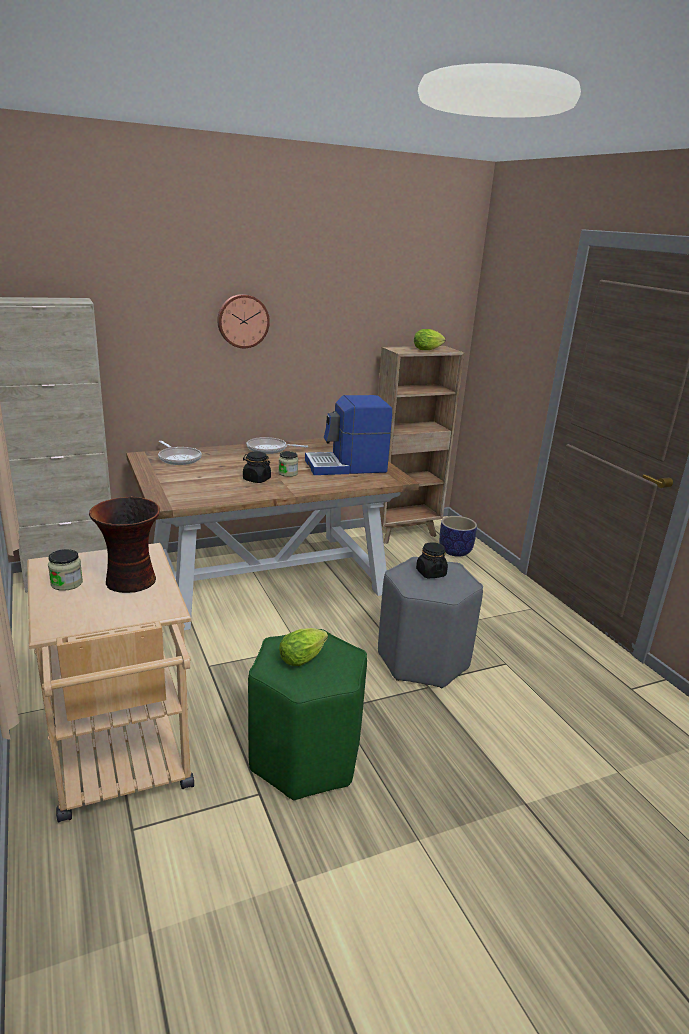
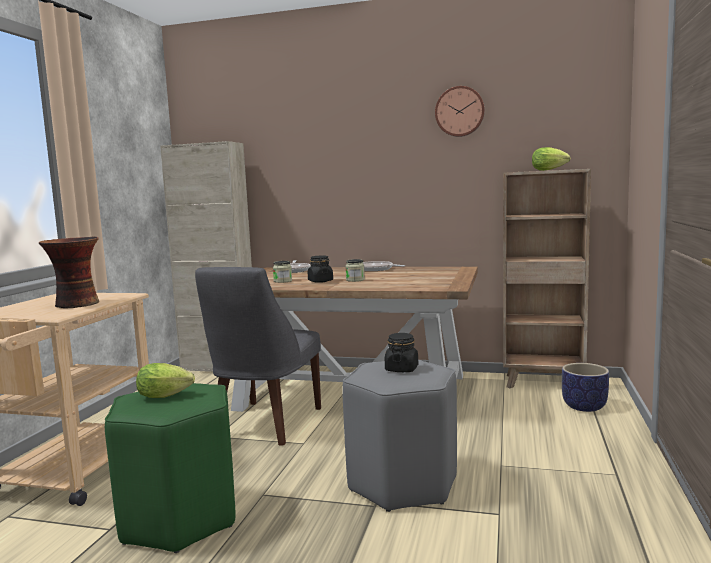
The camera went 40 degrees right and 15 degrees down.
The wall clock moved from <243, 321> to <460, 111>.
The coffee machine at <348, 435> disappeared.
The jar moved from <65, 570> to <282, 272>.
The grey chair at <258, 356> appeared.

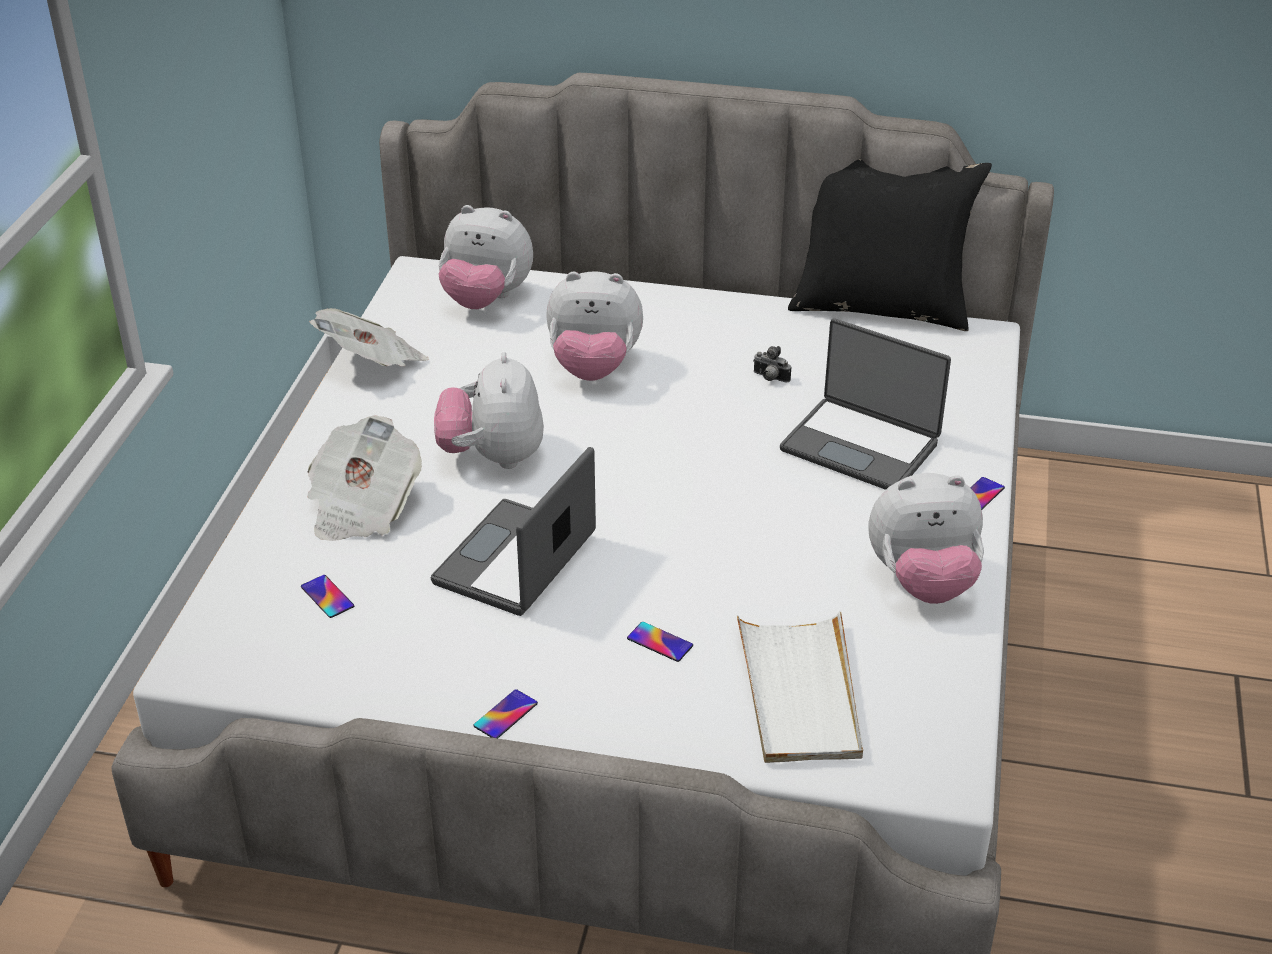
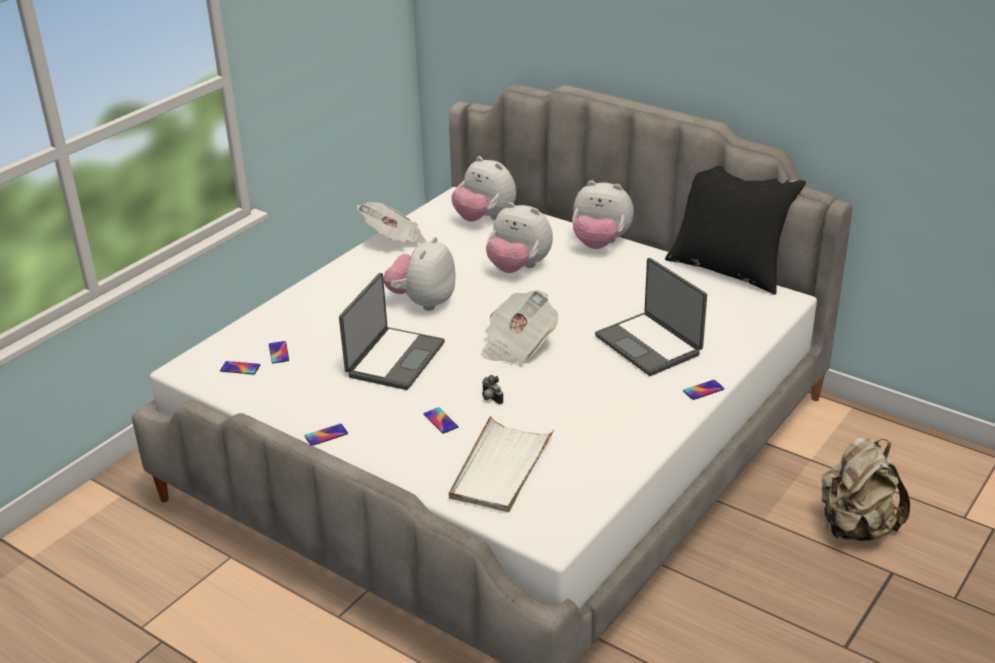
The camera went 25 degrees right and 5 degrees down.
The photo camera moved from <772, 364> to <492, 389>.
The newspaper moved from <364, 478> to <519, 326>.
The laptop at <513, 531> turned 150 degrees clockwise.
The plush toy moved from <926, 538> to <603, 214>.
The phone at <240, 367> appeared.
The beige backpack at <866, 489> appeared.

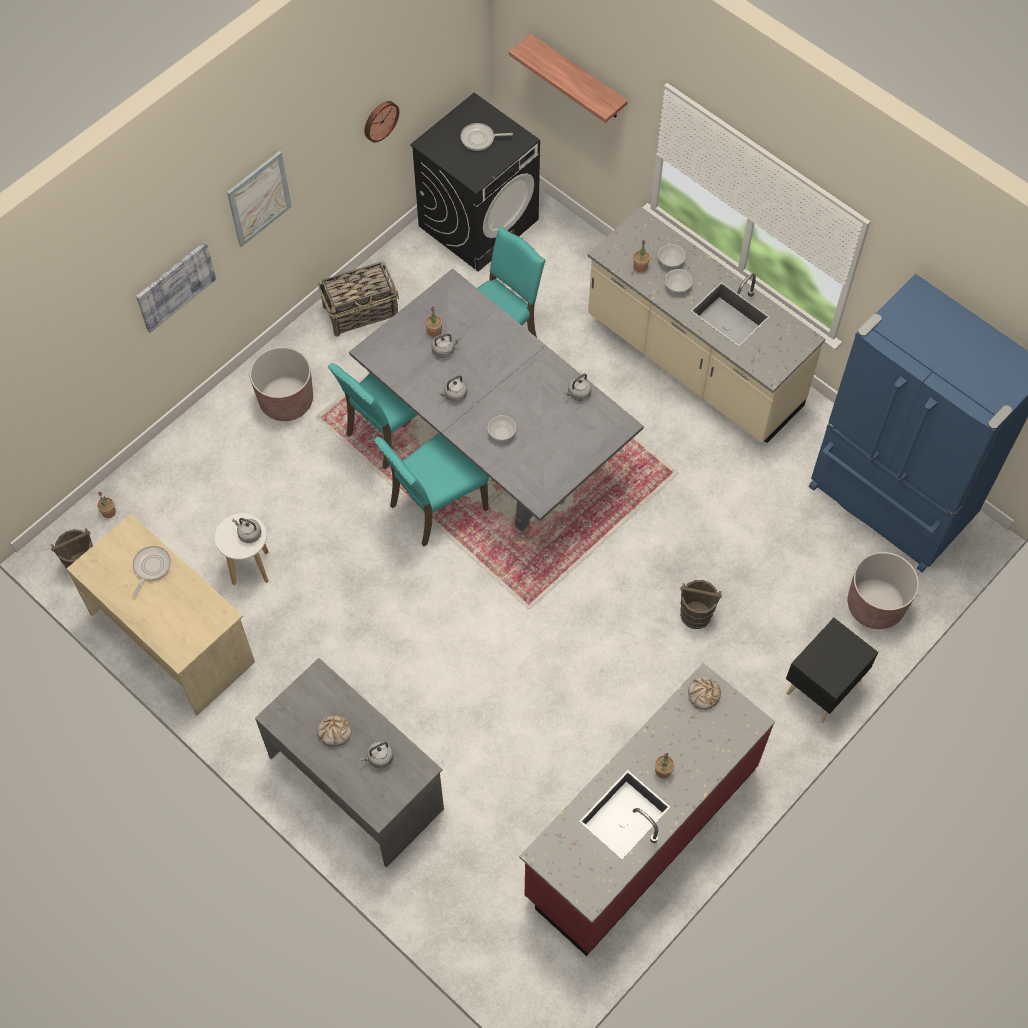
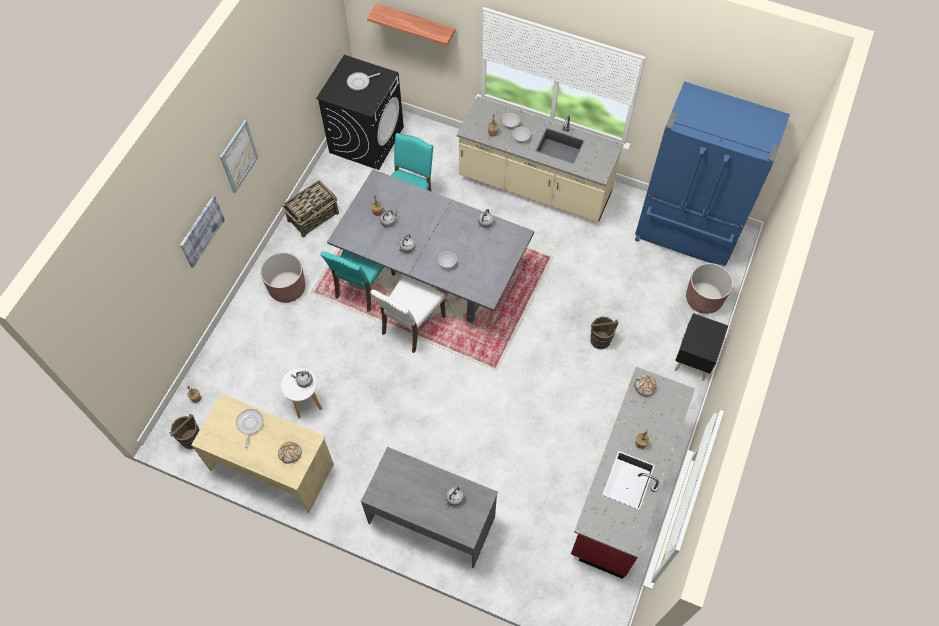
The camera went 20 degrees left and 0 degrees up.
The wall clock at <381, 121> disappeared.
The turquoise chair at <431, 489> became the white chair at <408, 314>.
The bread moved from <334, 731> to <290, 453>.

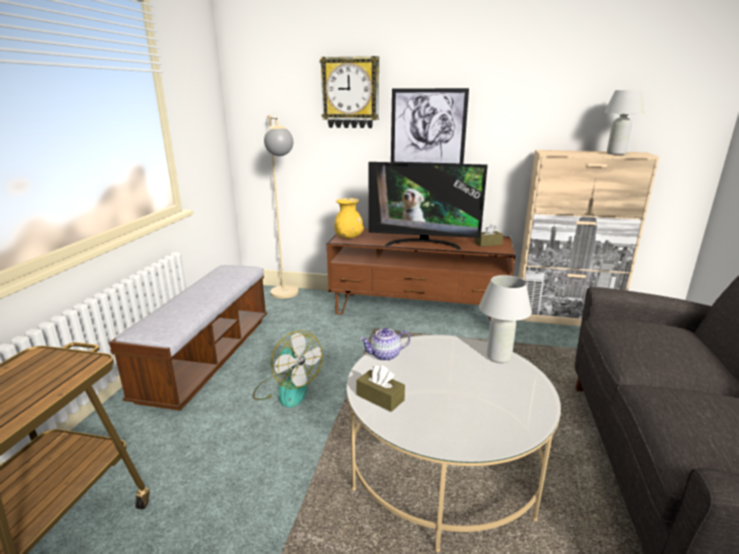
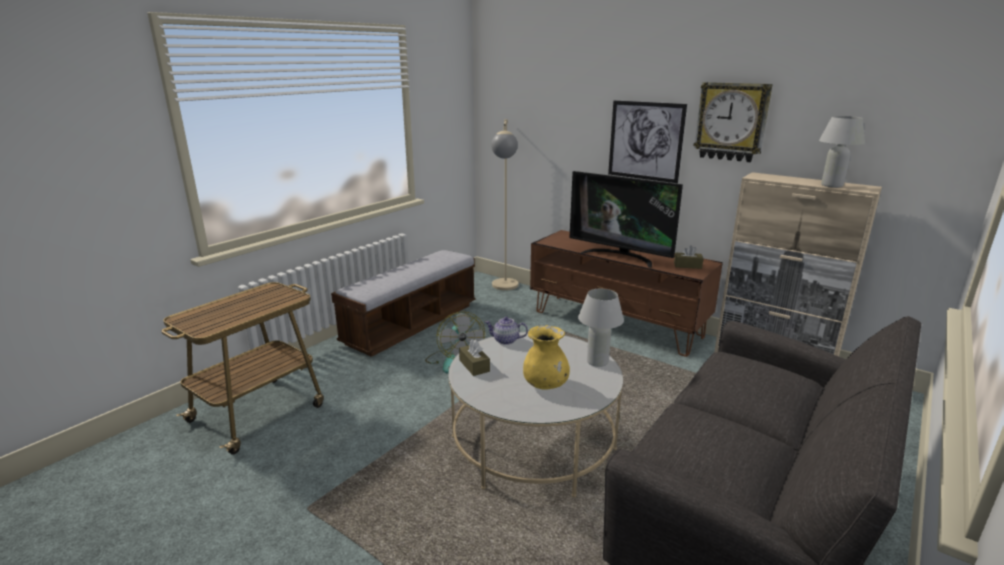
The camera went 25 degrees right and 0 degrees up.
The wall clock moved from <349, 92> to <733, 122>.
The yellow vase moved from <349, 218> to <546, 357>.

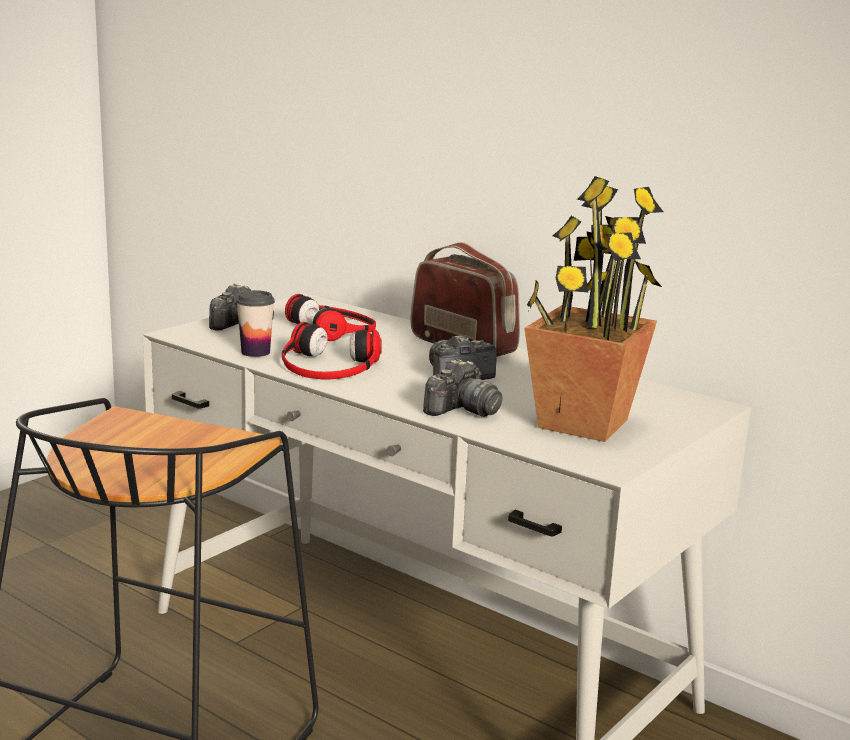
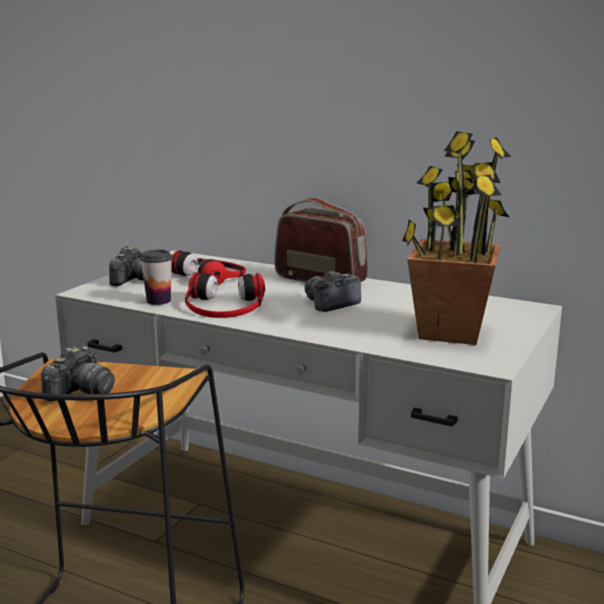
The camera went 10 degrees left and 0 degrees up.
The photo camera moved from <462, 388> to <78, 373>.

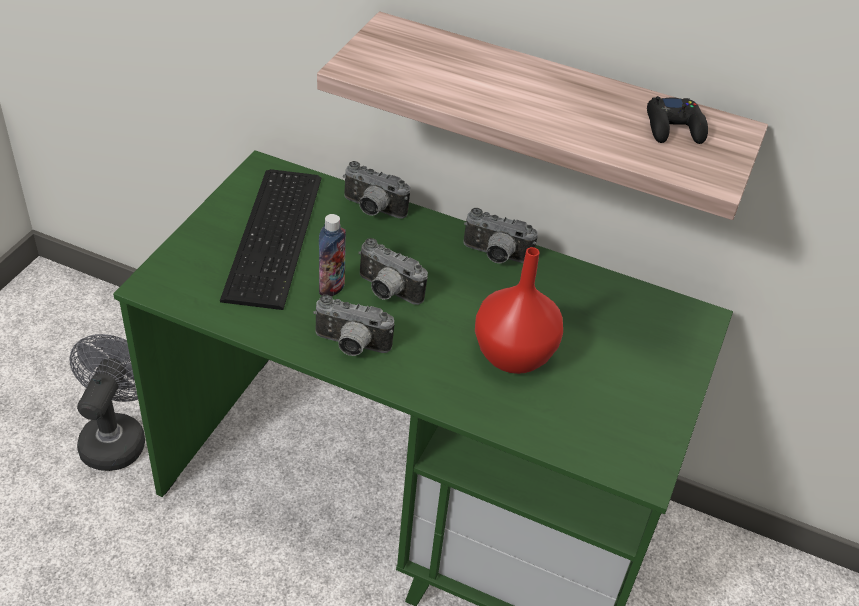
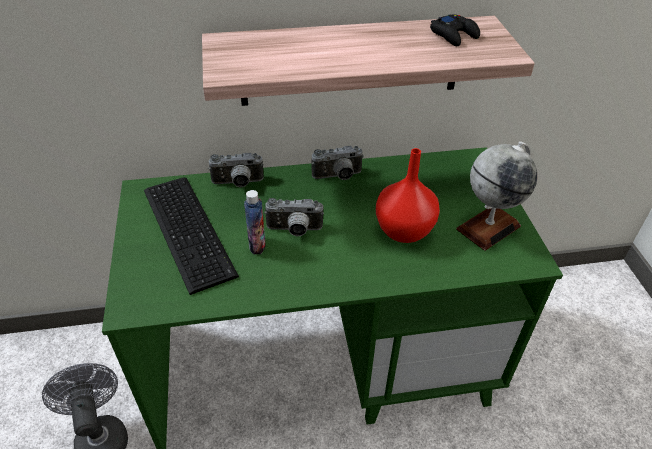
The camera went 30 degrees left and 0 degrees up.
The photo camera at <354, 325> disappeared.
The globe at <496, 196> appeared.

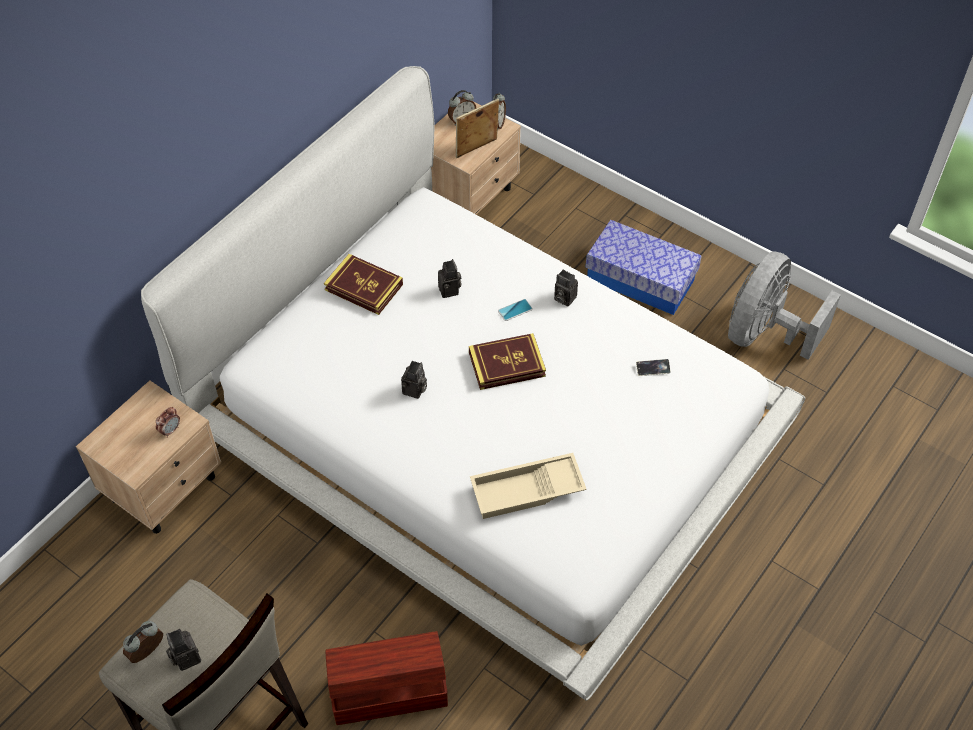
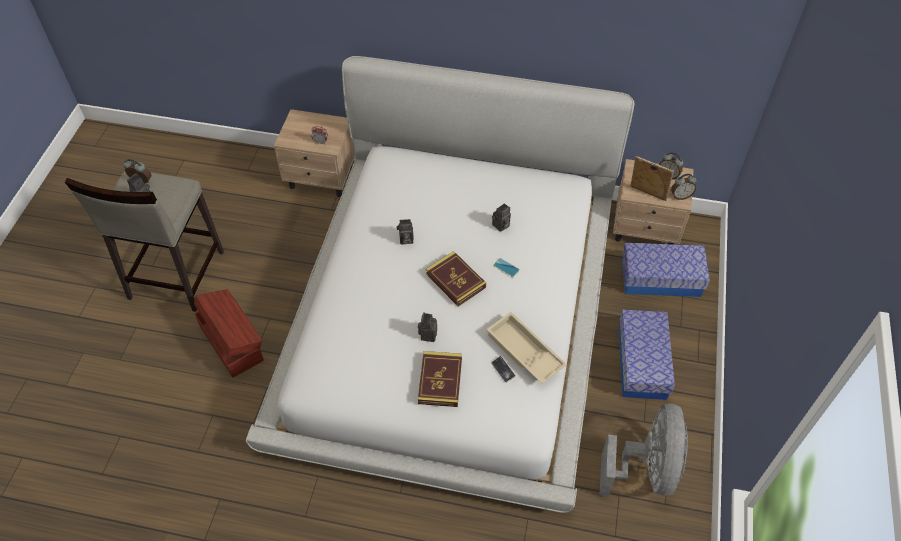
The camera went 65 degrees right and 0 degrees up.
The grey fan at <784, 305> turned 90 degrees clockwise.
The book moved from <363, 284> to <440, 379>.
The photo camera moved from <566, 288> to <427, 327>.
The beige tray moved from <528, 486> to <526, 348>.
The storage box at <666, 270> appeared.

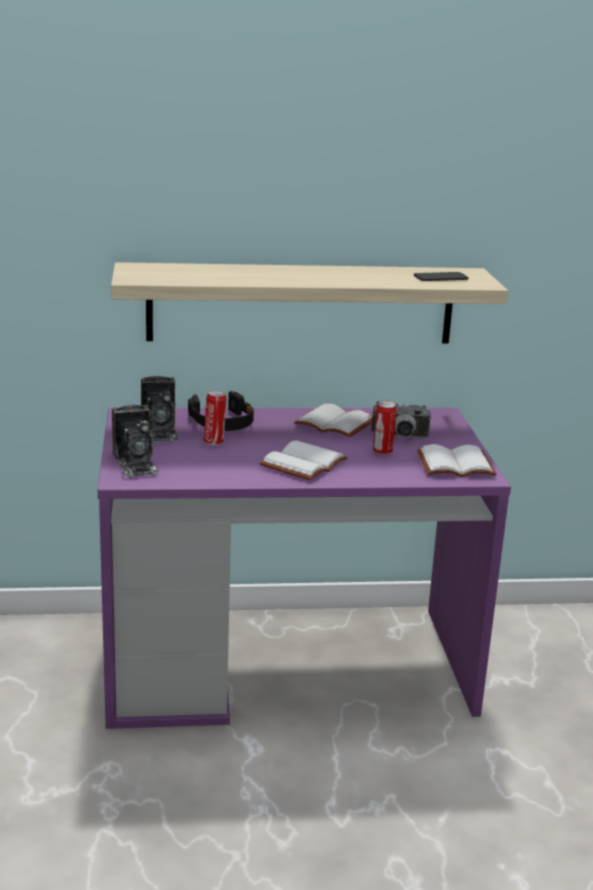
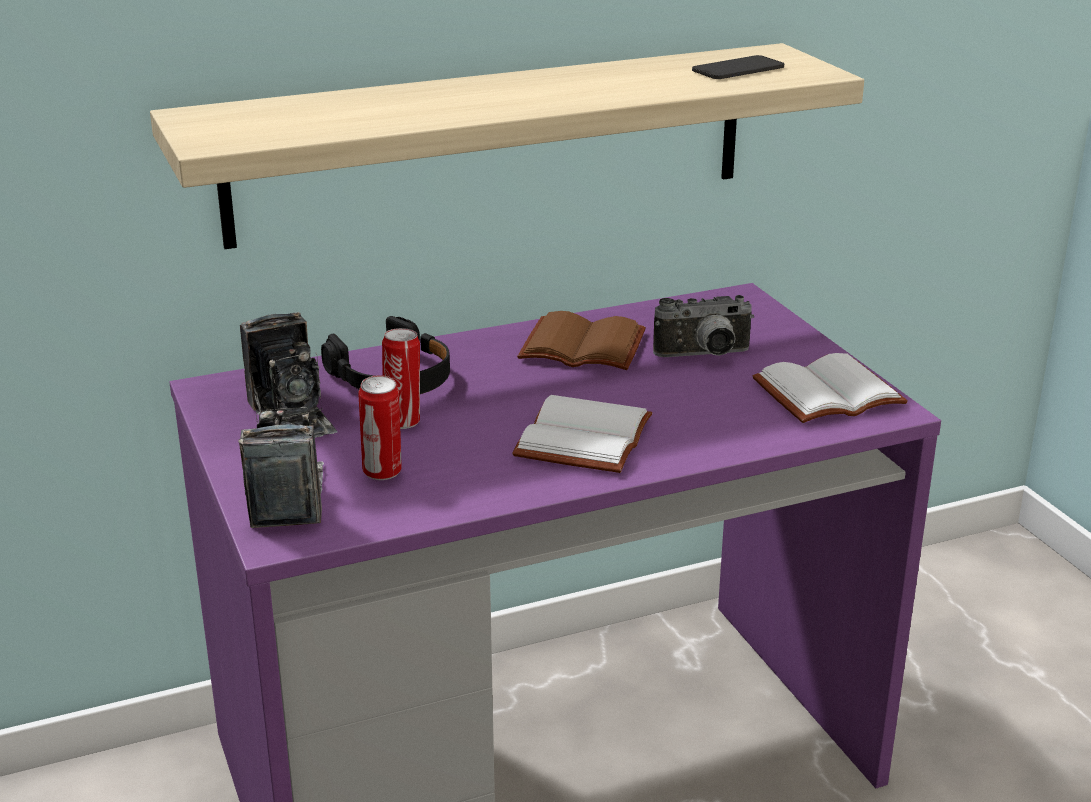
The camera went 15 degrees left and 5 degrees up.
The can moved from <385, 427> to <380, 427>.
The photo camera at <136, 441> turned 150 degrees counterclockwise.
The white book at <333, 420> became the brown book at <581, 340>.

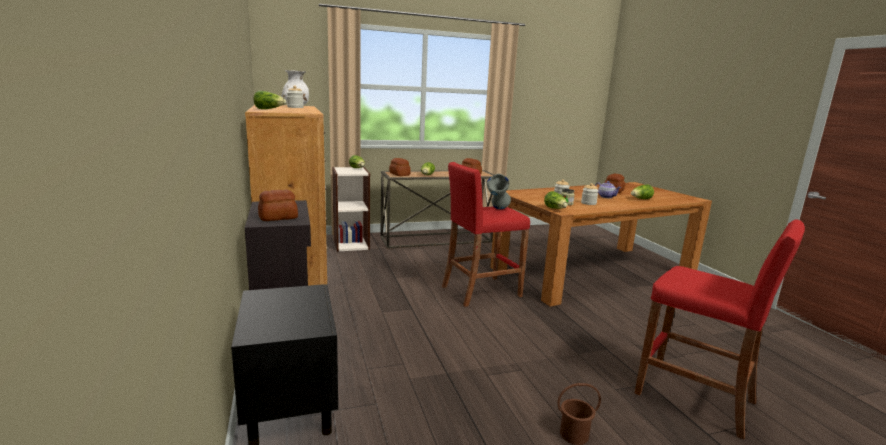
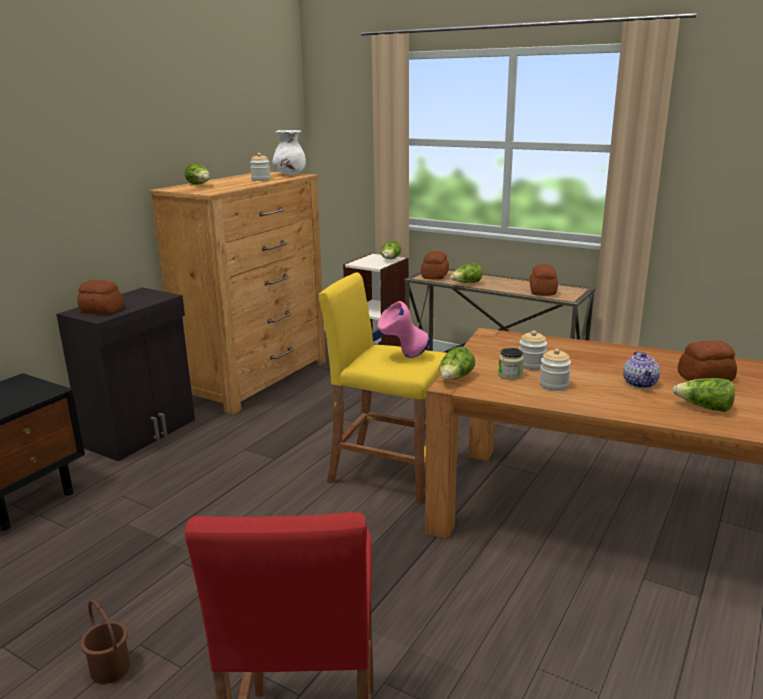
The camera went 50 degrees right and 5 degrees up.
The red stool at <486, 234> became the yellow stool at <383, 388>.
The grey vase at <499, 191> became the pink vase at <404, 329>.

